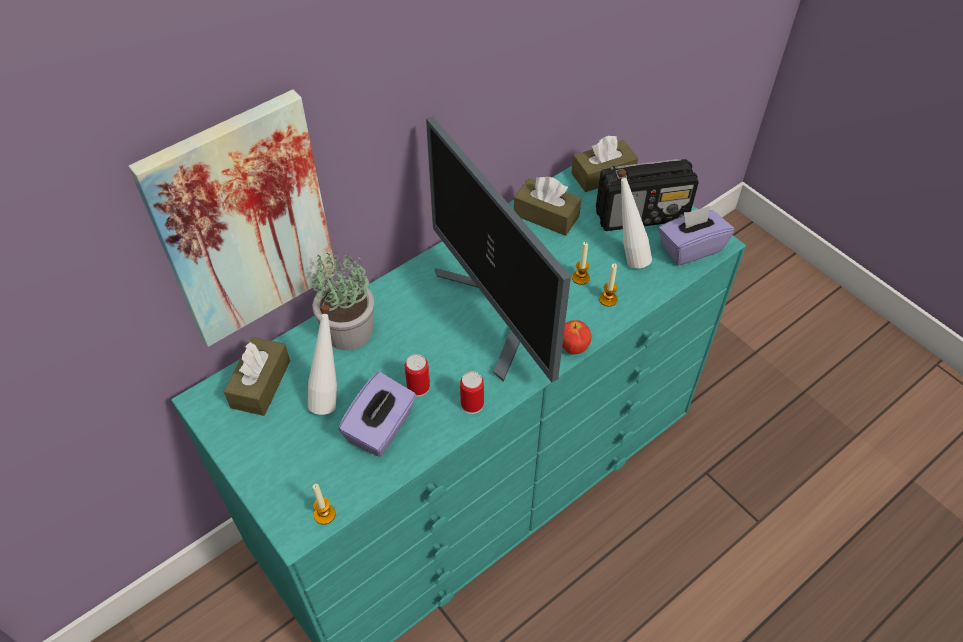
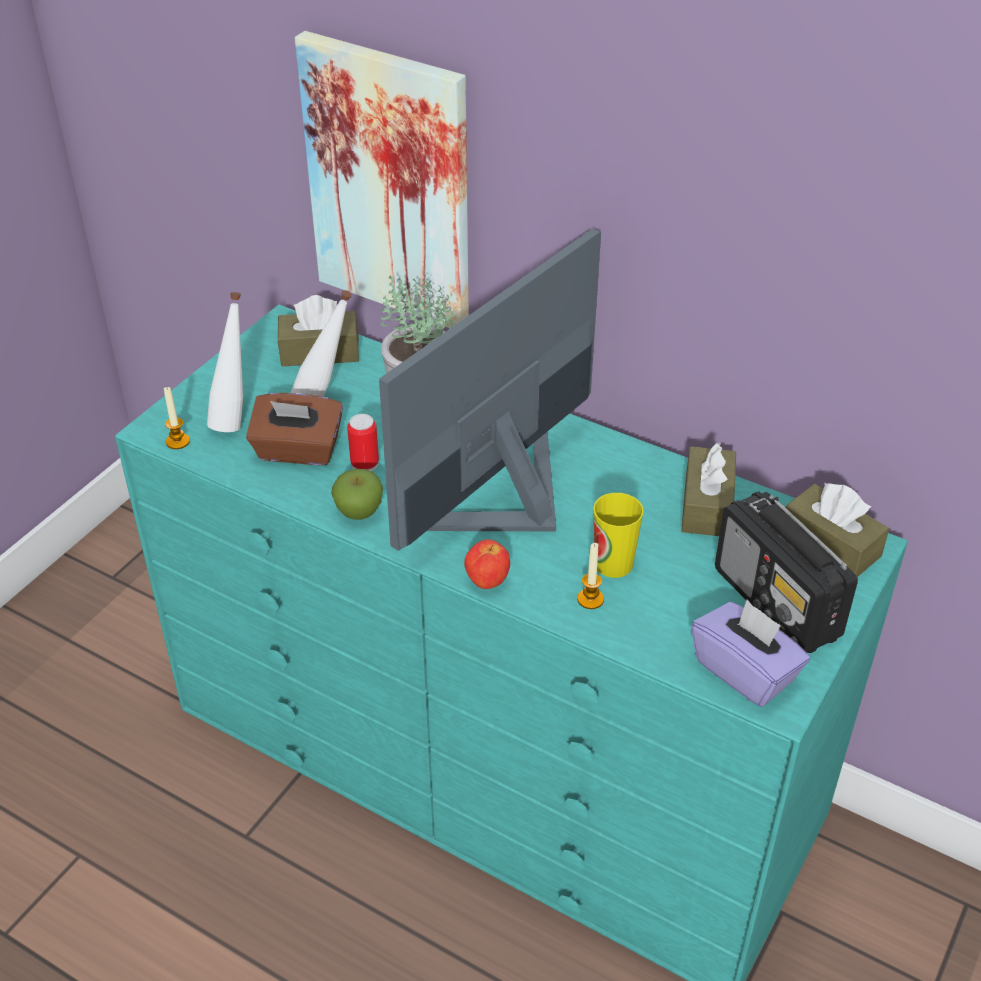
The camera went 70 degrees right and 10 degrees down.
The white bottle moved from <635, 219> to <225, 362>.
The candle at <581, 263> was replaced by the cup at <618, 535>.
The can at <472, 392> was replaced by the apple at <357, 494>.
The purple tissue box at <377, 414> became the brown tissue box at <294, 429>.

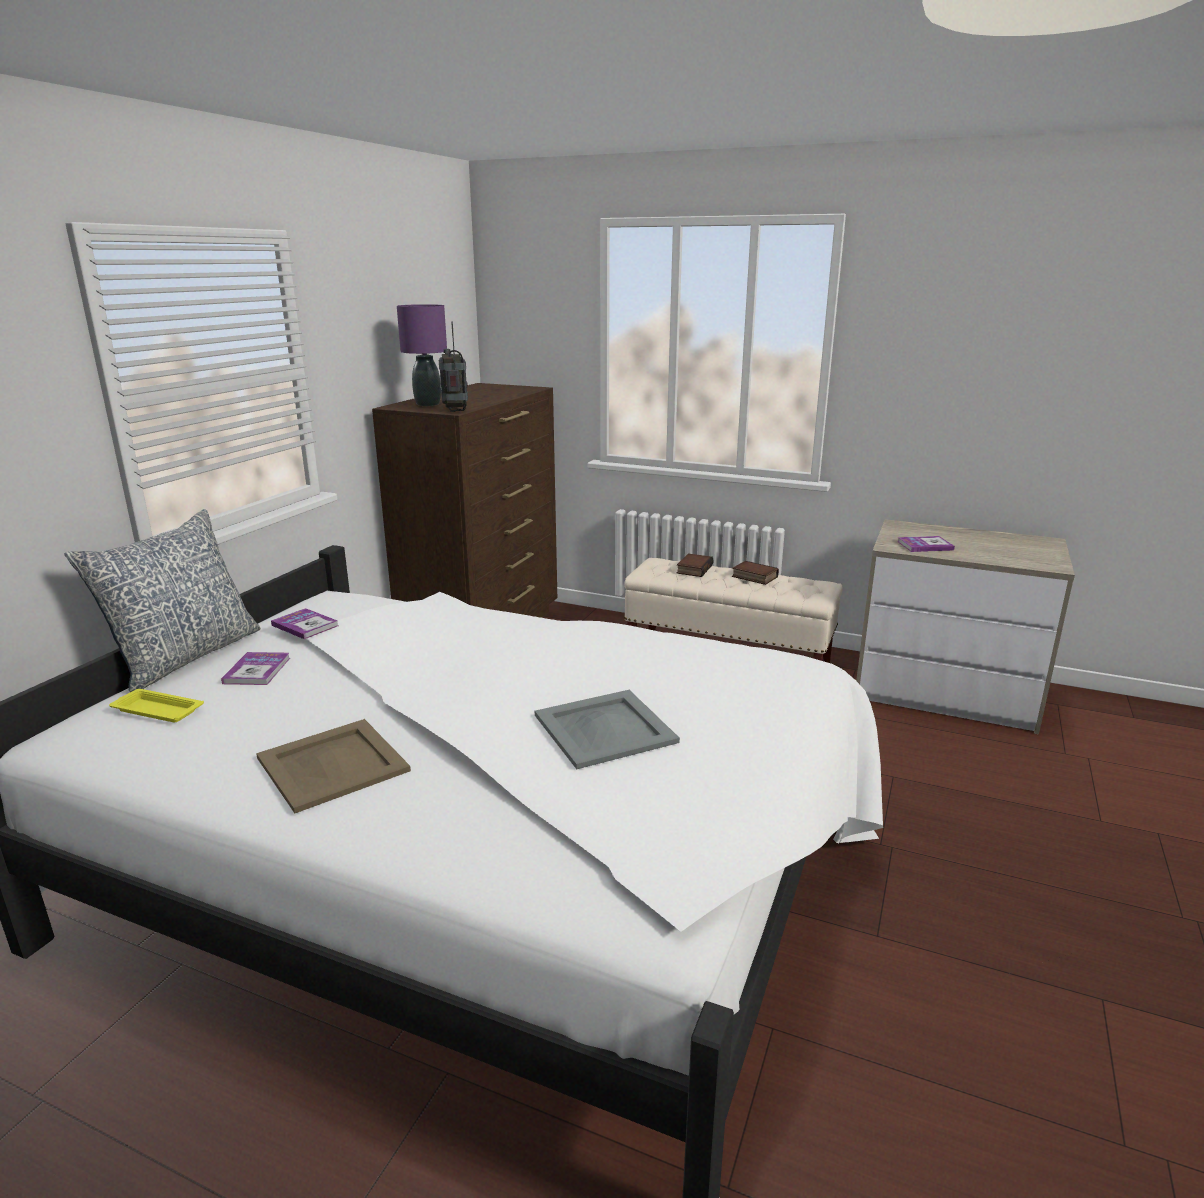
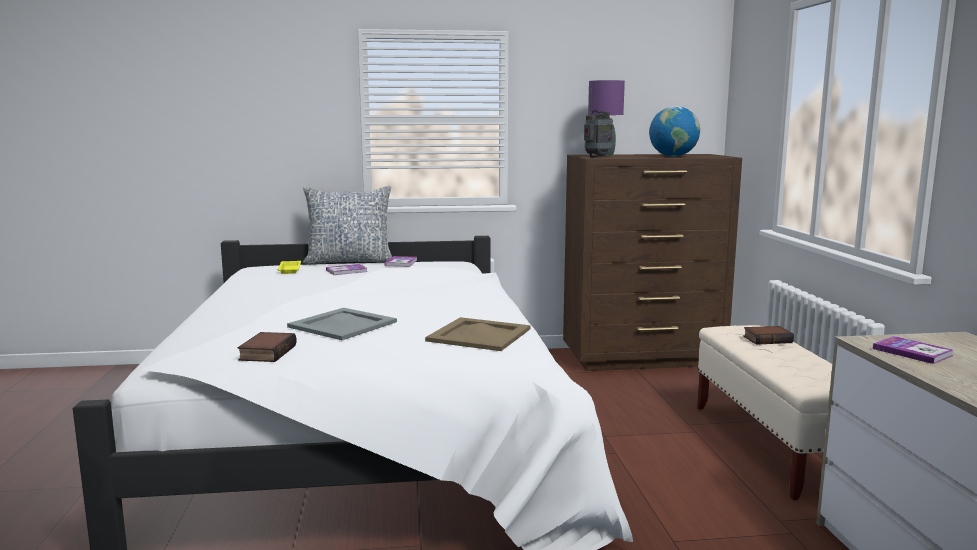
The camera went 60 degrees right and 10 degrees down.
The book moved from <755, 573> to <267, 347>.
The beige tray moved from <333, 766> to <477, 334>.
The globe at <674, 131> appeared.

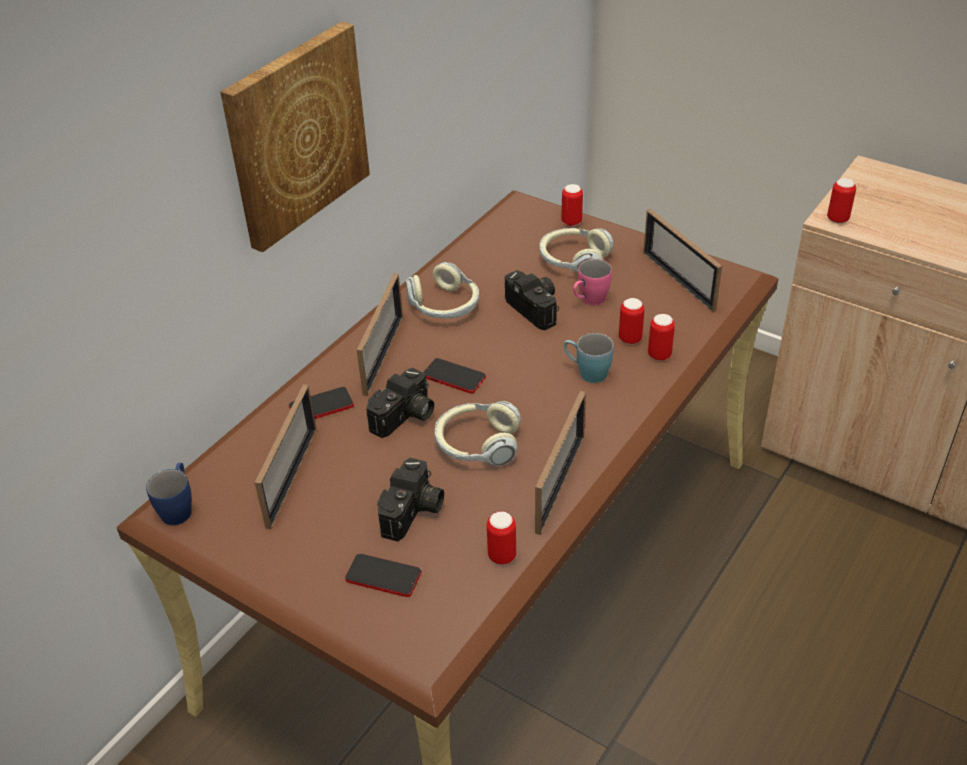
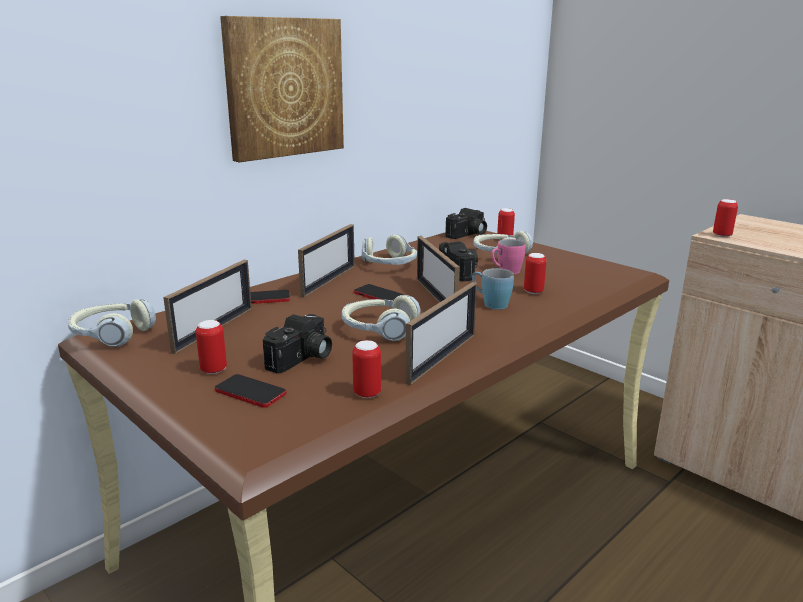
The camera went 10 degrees right and 20 degrees down.
The picture frame moved from <682, 260> to <438, 269>.
The can moved from <661, 337> to <211, 347>.
The photo camera moved from <400, 403> to <466, 223>.
The blue mug at <169, 494> was replaced by the headphones at <112, 323>.

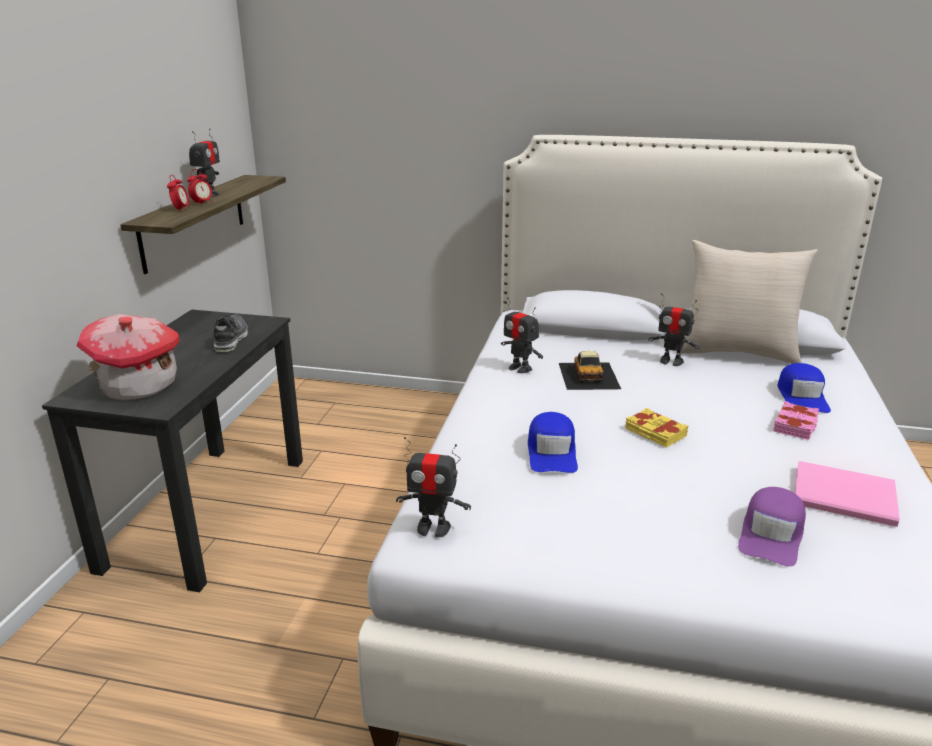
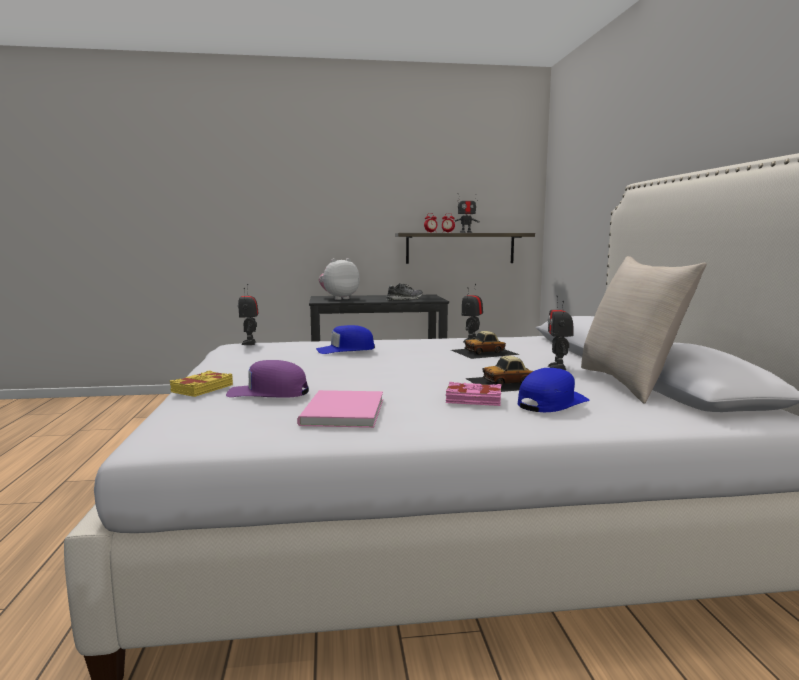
The camera went 70 degrees right and 15 degrees down.
The toy house at <128, 357> was replaced by the plush toy at <339, 279>.
The blue cap at <804, 388> turned 150 degrees clockwise.
The yellow book moved from <656, 428> to <201, 384>.
The toy car at <499, 374> appeared.

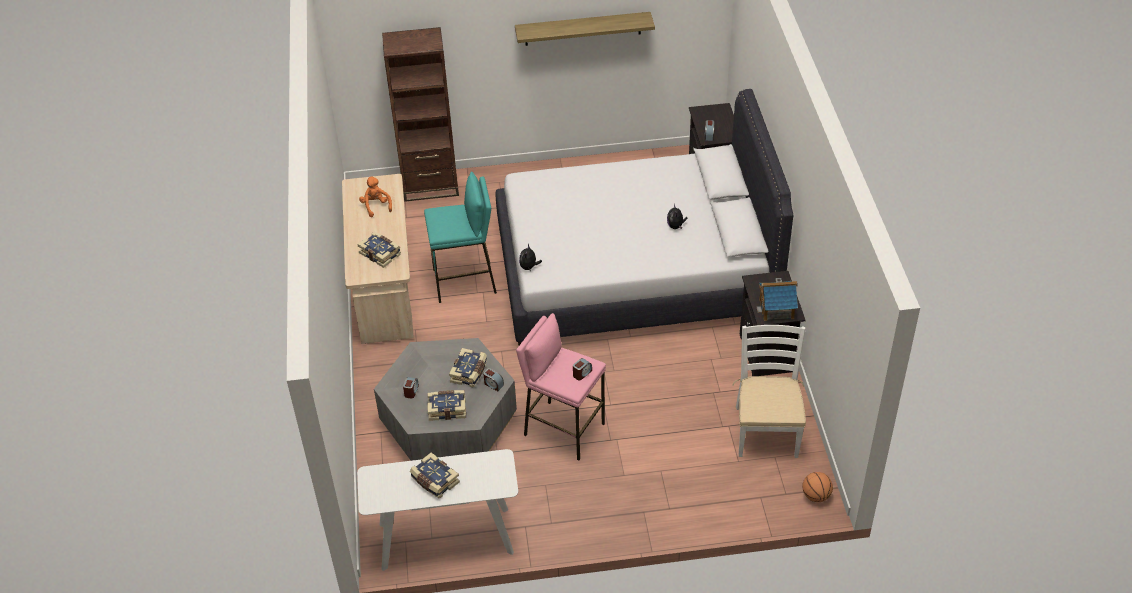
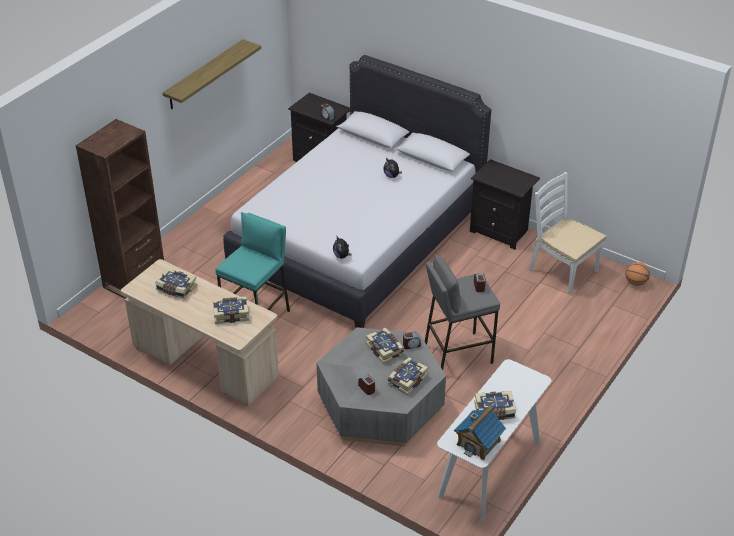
The camera went 50 degrees left and 5 degrees down.
The orange plush toy at <375, 196> was replaced by the book at <176, 283>.
The toy house moved from <777, 299> to <480, 433>.
The pink stool at <561, 387> became the grey stool at <462, 312>.

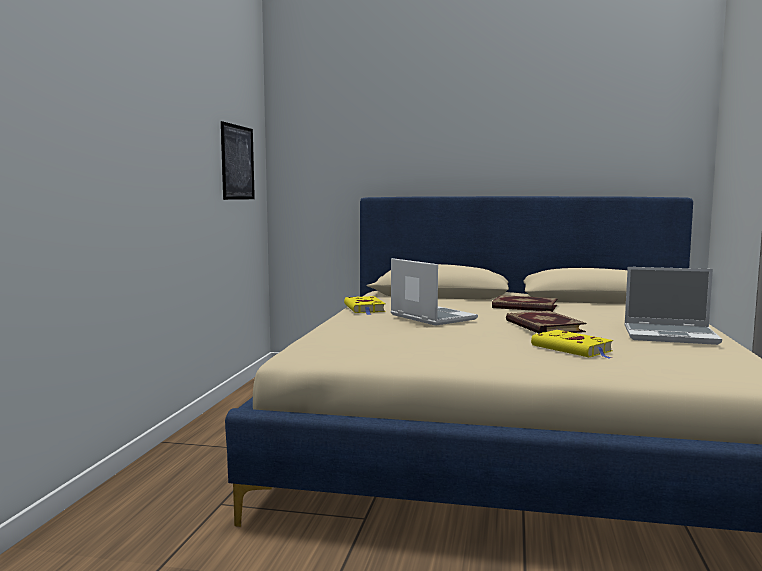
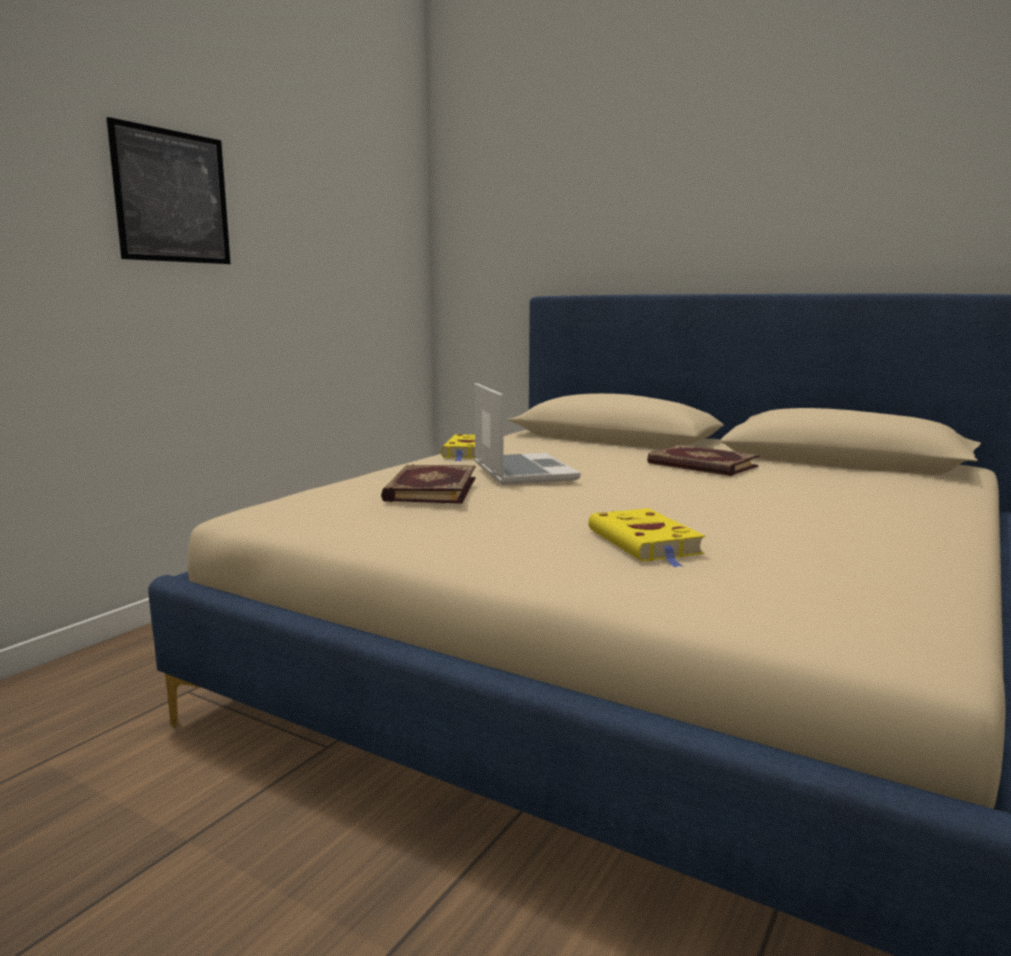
The camera went 20 degrees right and 5 degrees up.
The picture moved from <238, 160> to <168, 190>.
The laptop at <673, 306> disappeared.
The book moved from <546, 322> to <428, 484>.

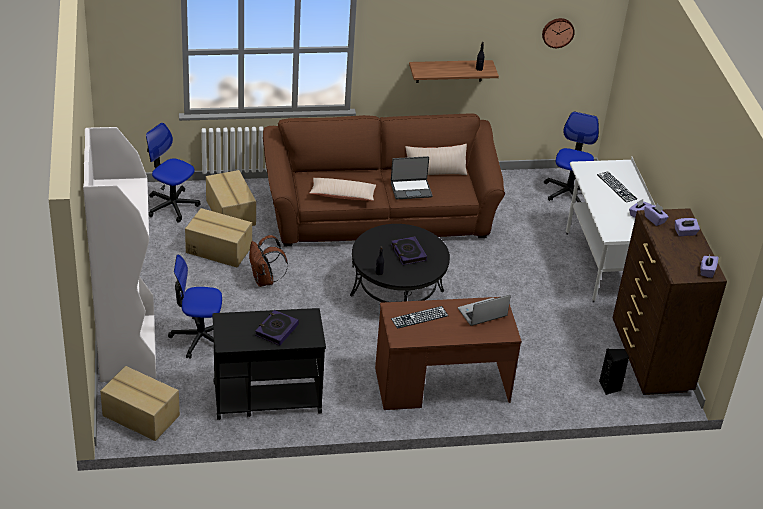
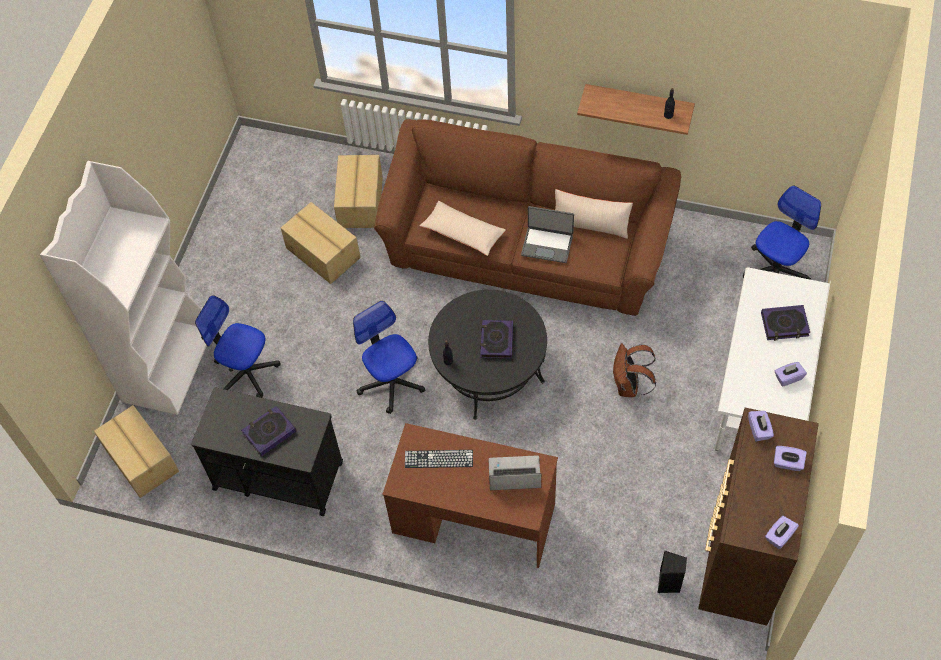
The camera went 30 degrees right and 20 degrees up.
The wall clock at <558, 33> disappeared.
The office chair moved from <173, 172> to <389, 357>.
The keyboard at <617, 187> was replaced by the book at <785, 323>.
The brown backpack moved from <268, 261> to <634, 370>.

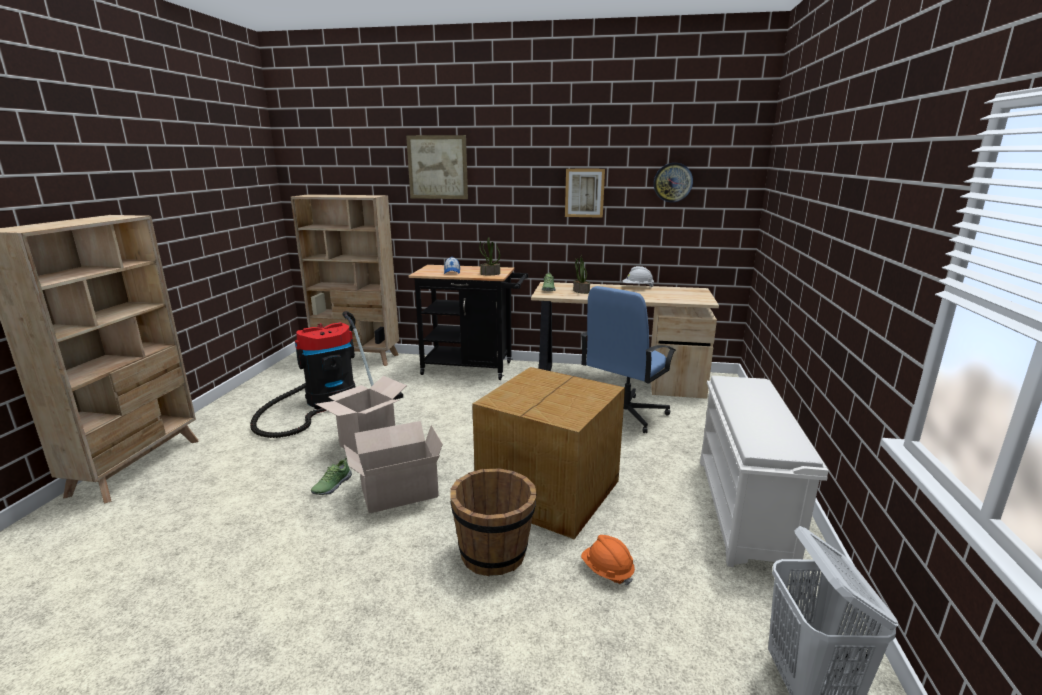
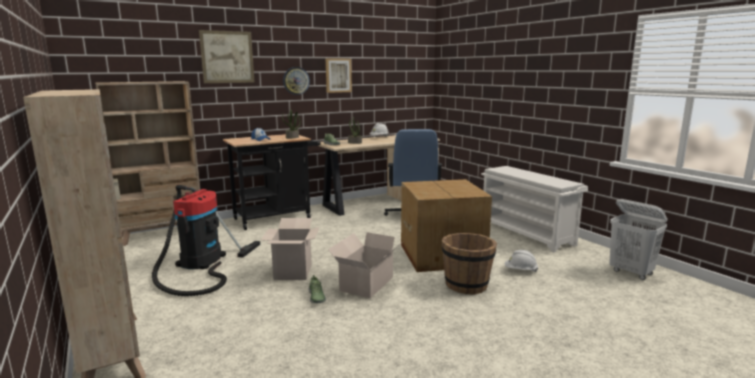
The camera went 40 degrees left and 5 degrees down.
The wall clock moved from <673, 182> to <296, 81>.
The orange hard hat at <608, 560> became the white hard hat at <521, 261>.

